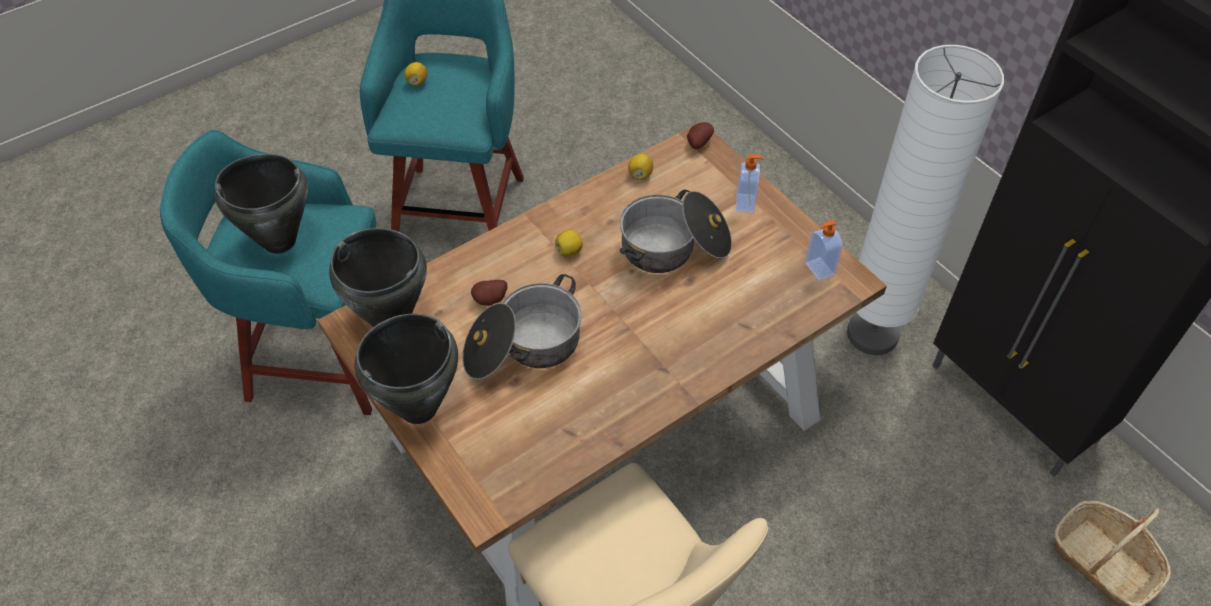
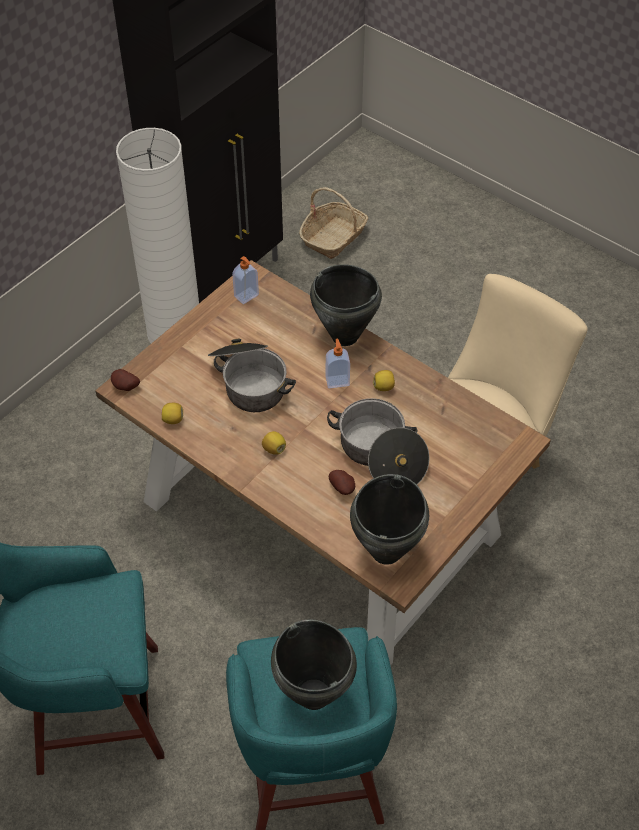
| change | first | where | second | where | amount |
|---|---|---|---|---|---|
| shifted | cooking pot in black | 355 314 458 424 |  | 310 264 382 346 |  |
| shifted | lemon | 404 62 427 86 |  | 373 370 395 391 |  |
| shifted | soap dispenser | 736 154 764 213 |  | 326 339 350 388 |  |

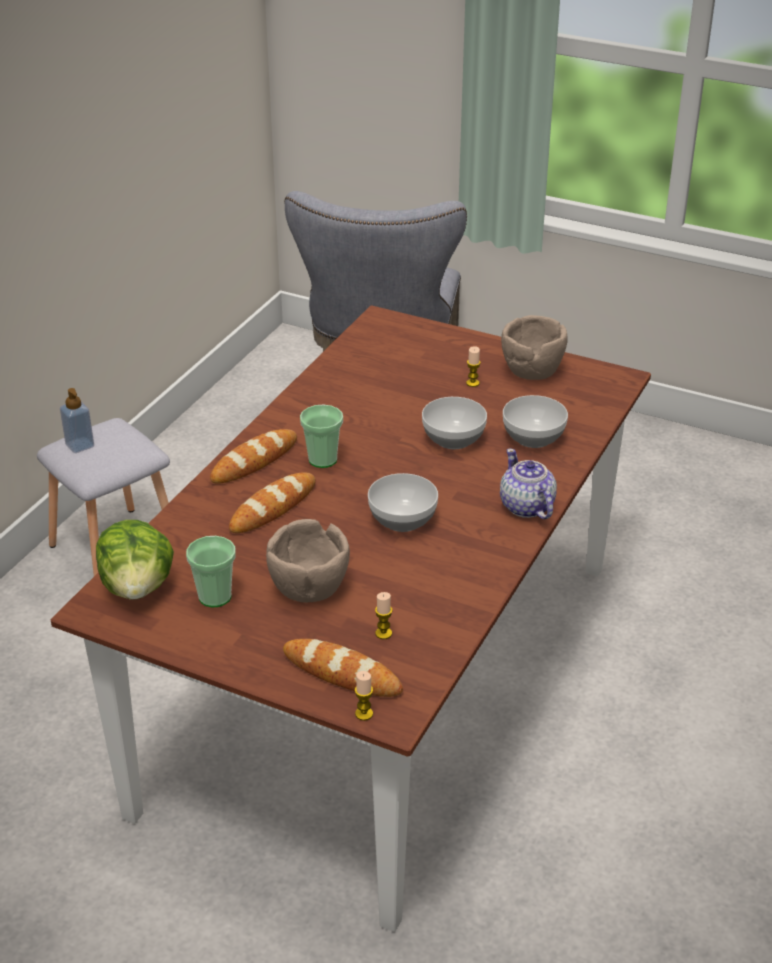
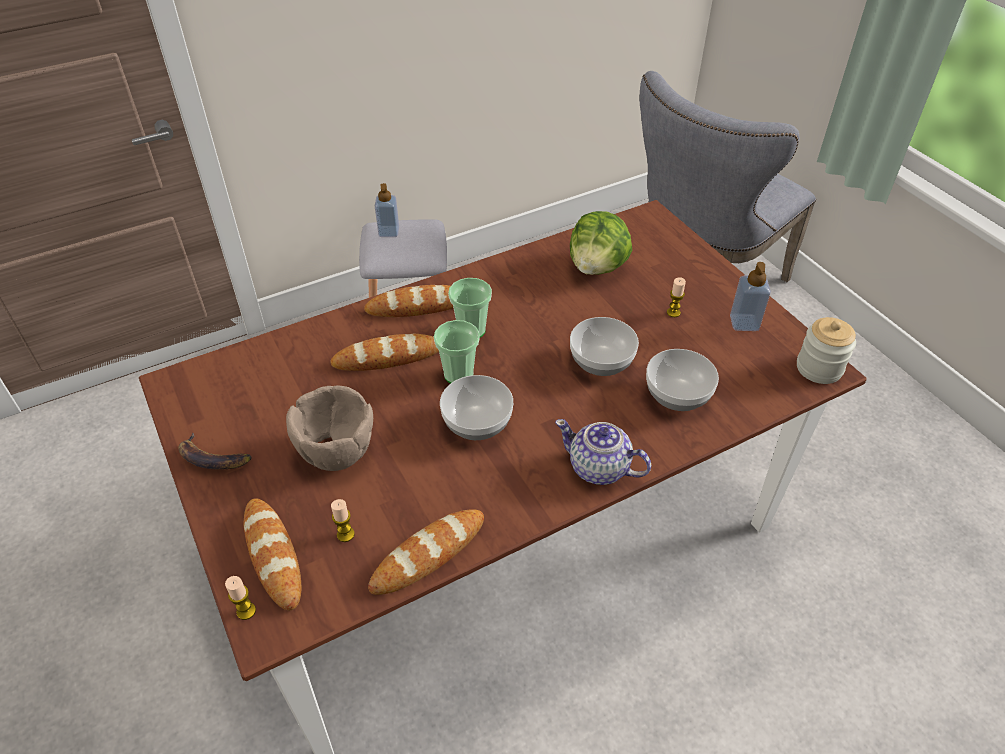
| change | first | where | second | where | amount |
|---|---|---|---|---|---|
| shifted | lettuce | 96 520 174 600 |  | 570 211 632 275 |  |
| shifted | cup | 186 536 236 607 |  | 434 320 480 383 |  |
| rotated | teapot | 500 449 557 519 |  | 555 419 651 485 | 75 degrees counterclockwise |
| swapped | bowl in brown | 501 315 568 380 | soap dispenser | 730 262 771 331 |  |
| new |  |  | banana | 178 432 251 470 |  |
| new |  |  | bread | 368 509 484 595 |  |
| new |  |  | jar | 797 317 856 384 |  |

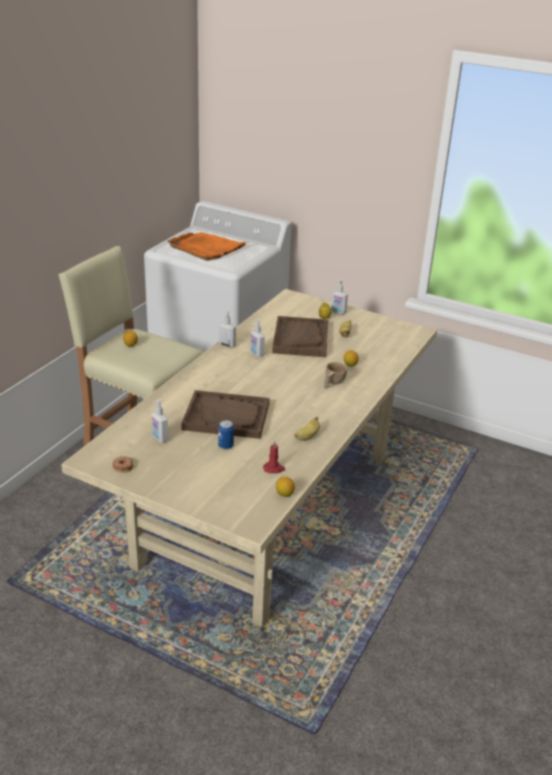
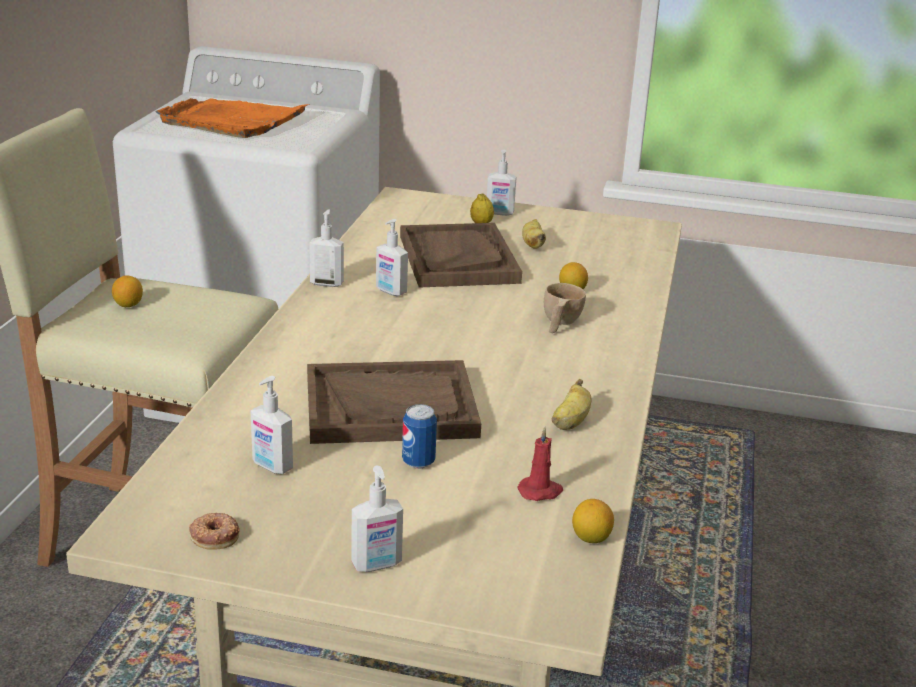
| change | first | where | second | where | amount |
|---|---|---|---|---|---|
| new |  |  | soap dispenser | 352 466 403 572 |  |

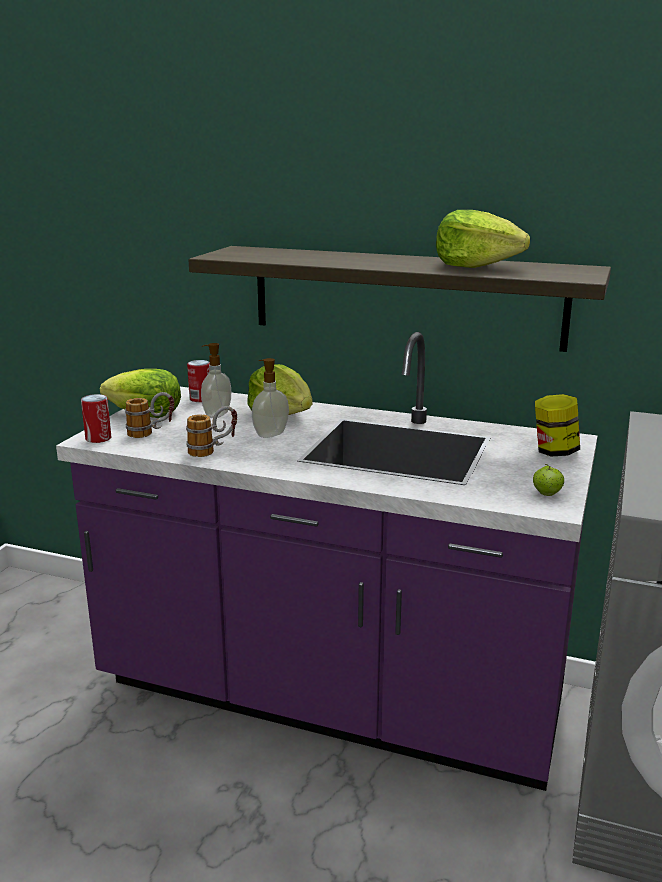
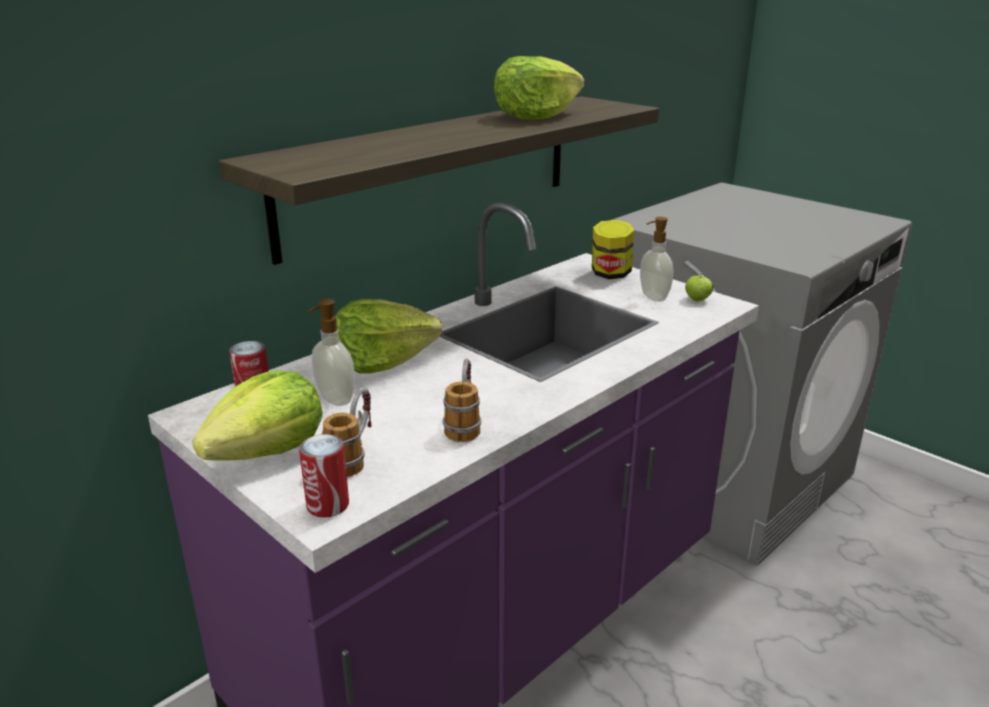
| change | first | where | second | where | amount |
|---|---|---|---|---|---|
| shifted | soap dispenser | 252 358 289 438 |  | 640 217 674 302 |  |

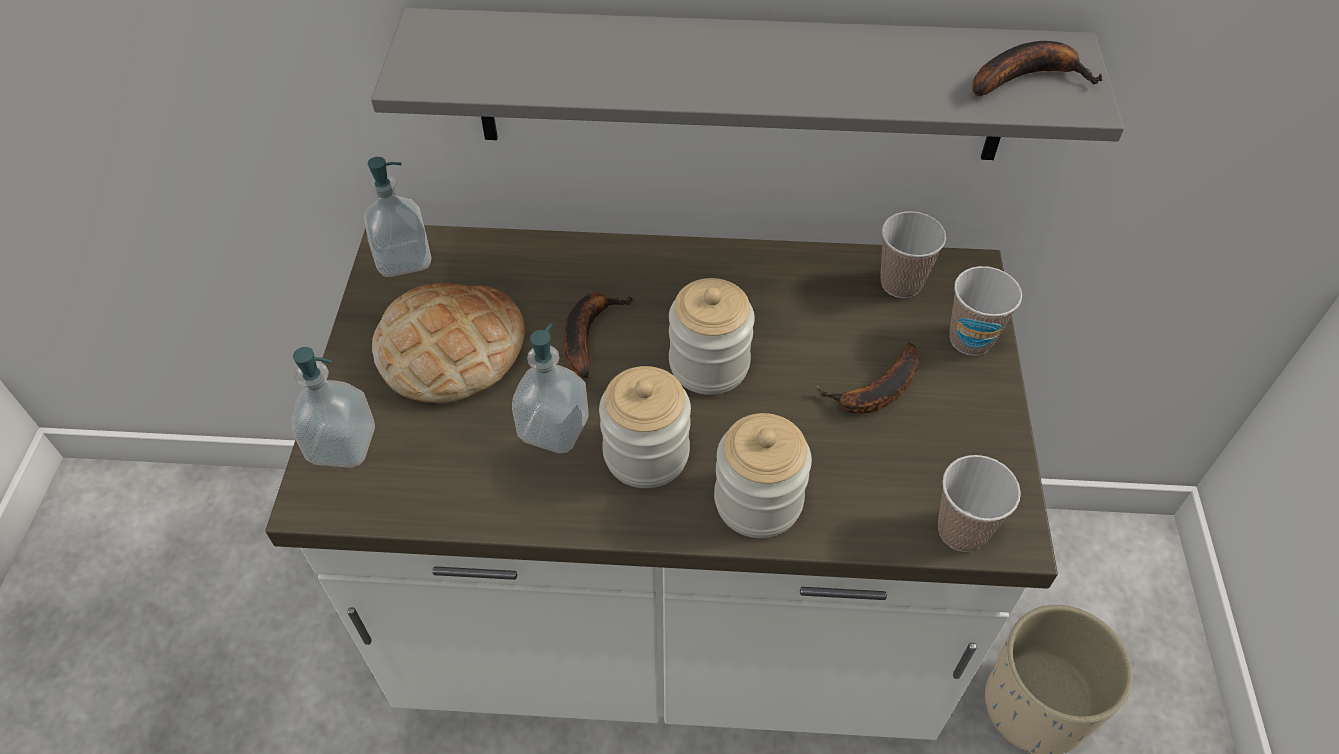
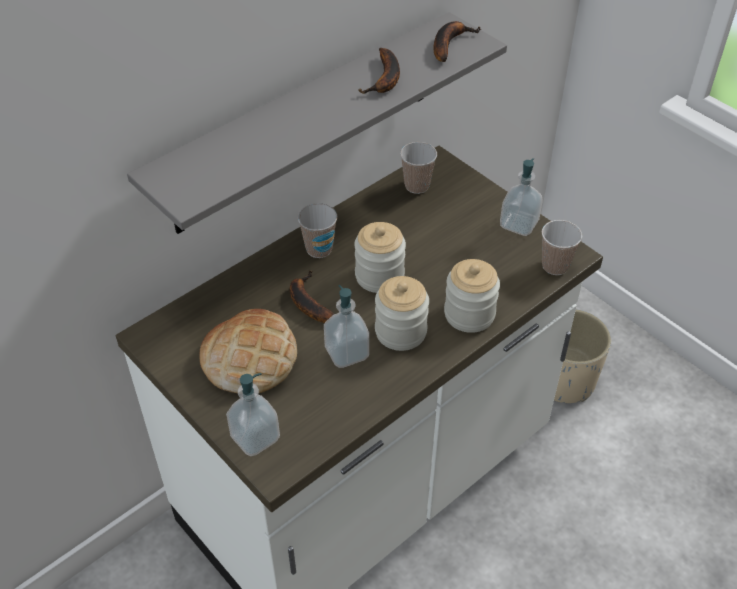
| change | first | where | second | where | amount |
|---|---|---|---|---|---|
| shifted | soap dispenser | 364 157 431 277 |  | 500 158 543 236 |  |
| shifted | banana | 816 343 919 414 |  | 358 48 400 94 |  |
| shifted | cup | 949 266 1022 356 |  | 298 203 337 258 |  |

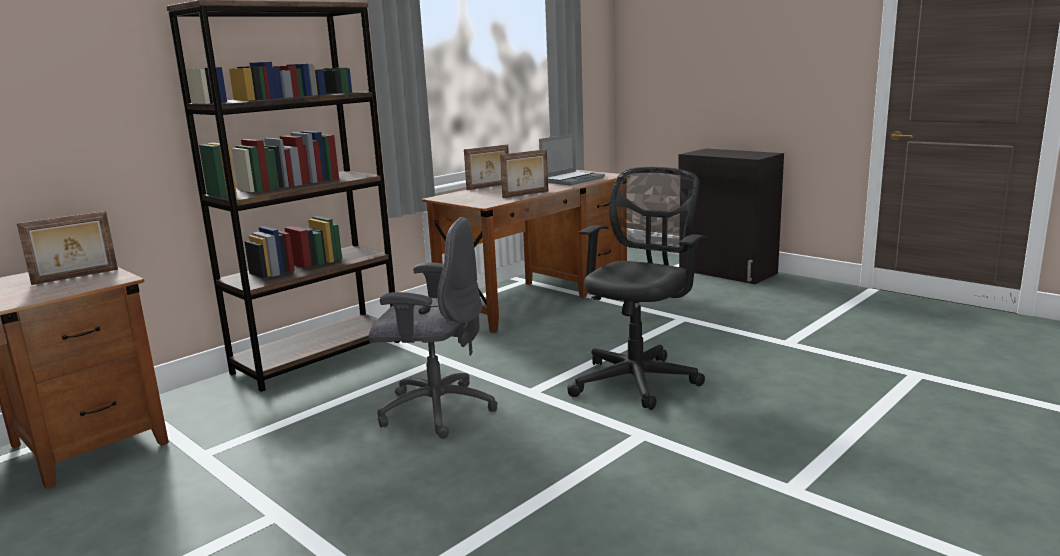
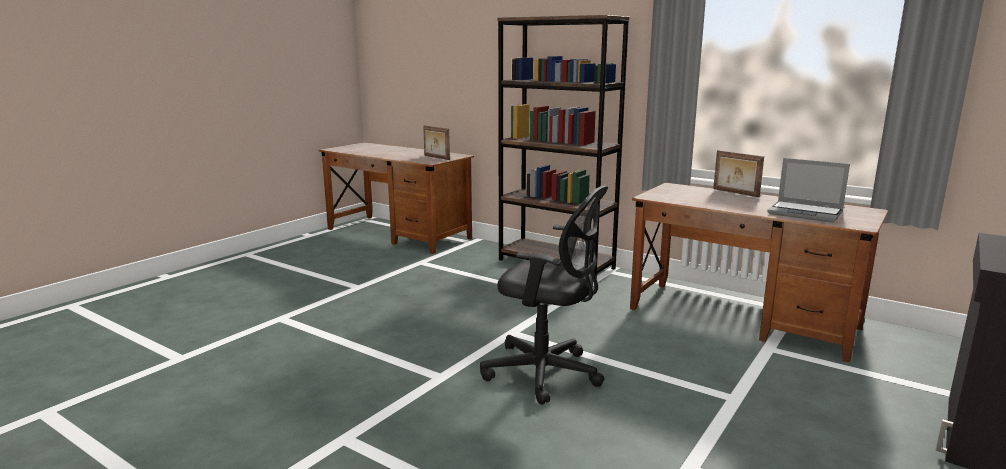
| change | first | where | second | where | amount |
|---|---|---|---|---|---|
| gone | office chair in grey | 369 217 497 439 |  |  |  |
| gone | picture frame | 500 149 548 198 |  |  |  |

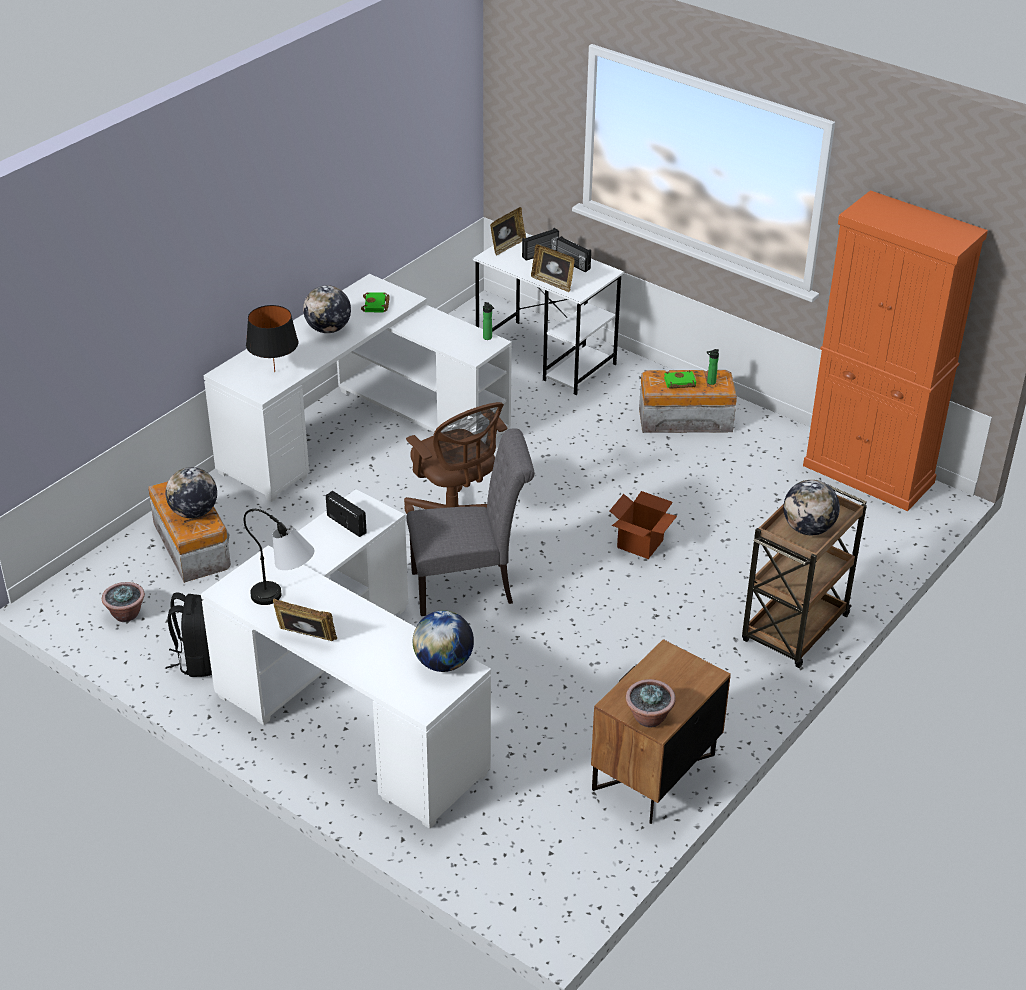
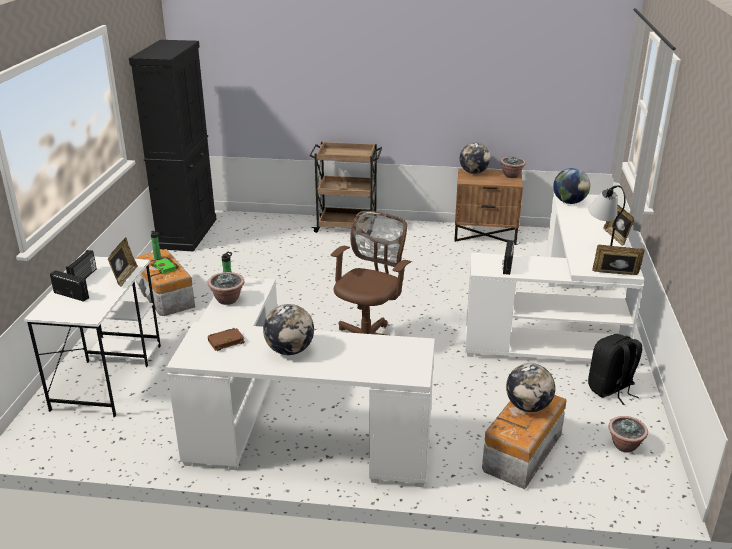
| change | first | where | second | where | amount |
|---|---|---|---|---|---|
| gone | table lamp in black | 246 305 298 372 |  |  |  |
| repainted | book in green | 361 292 390 312 | book in brown | 208 328 245 351 |  |
| gone | chair in grey | 407 428 535 616 |  |  |  |
| shifted | picture frame | 490 207 526 256 |  | 592 244 645 275 |  |
| gone | cardboard box | 609 491 677 559 |  |  |  |
| shifted | globe | 783 480 840 535 |  | 460 143 491 174 |  |
| repainted | cabinet in orange | 803 190 988 511 | cabinet in black | 129 40 217 251 |  |
| new |  |  | potted plant | 208 272 244 305 |  |

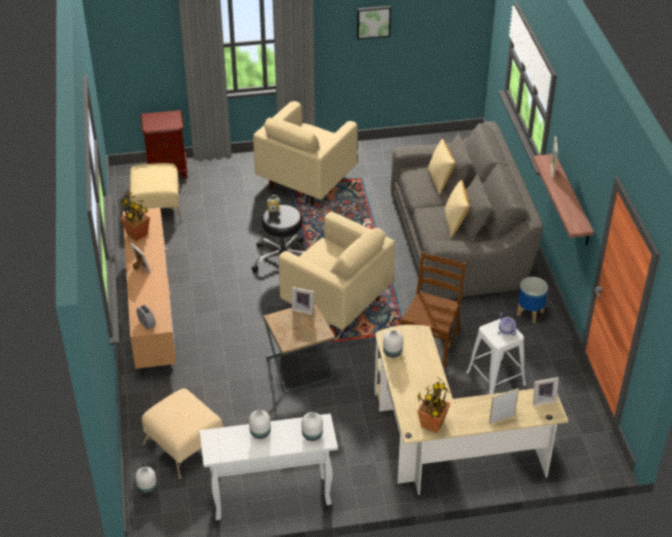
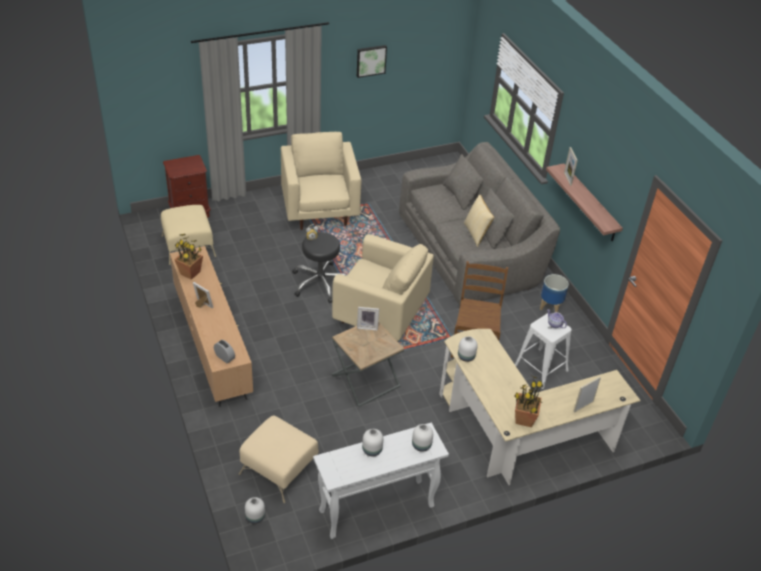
| change | first | where | second | where | amount |
|---|---|---|---|---|---|
| rotated | armchair in beige | 253 101 358 205 |  | 281 132 361 230 | 150 degrees clockwise |
| gone | pillow | 427 139 456 195 |  |  |  |
| gone | picture frame | 533 377 559 406 |  |  |  |

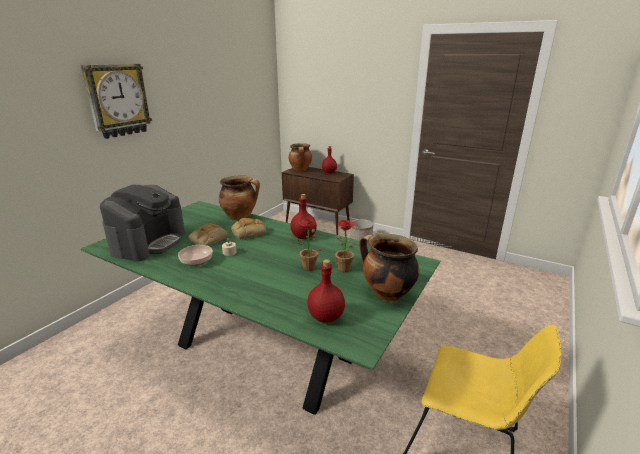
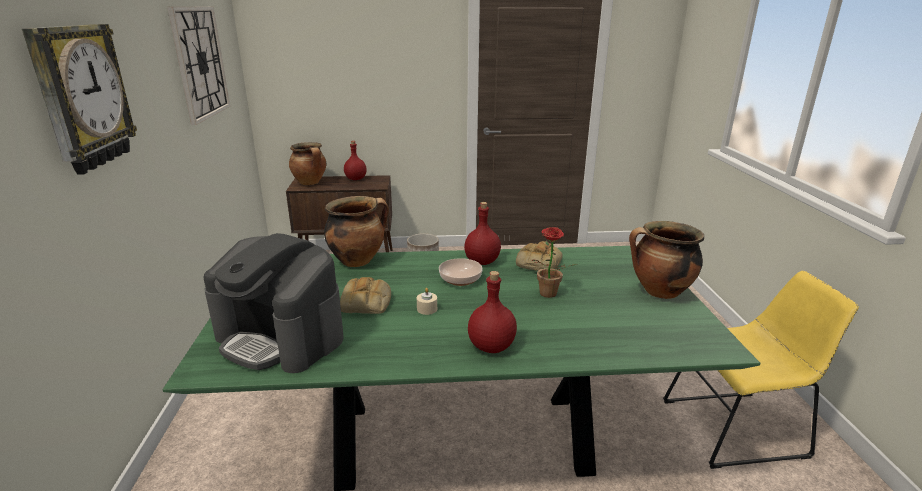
| change | first | where | second | where | amount |
|---|---|---|---|---|---|
| rotated | coffee machine | 100 185 185 262 |  | 204 233 344 373 | 135 degrees clockwise |
| shifted | bowl | 178 245 213 266 |  | 439 258 482 286 |  |
| shifted | bread | 231 218 266 240 |  | 516 241 563 271 |  |
| shifted | bottle in red | 307 259 345 323 |  | 468 271 517 353 |  |
| gone | potted plant | 334 220 360 272 |  |  |  |
| new |  |  | wall clock | 167 7 231 125 |  |

